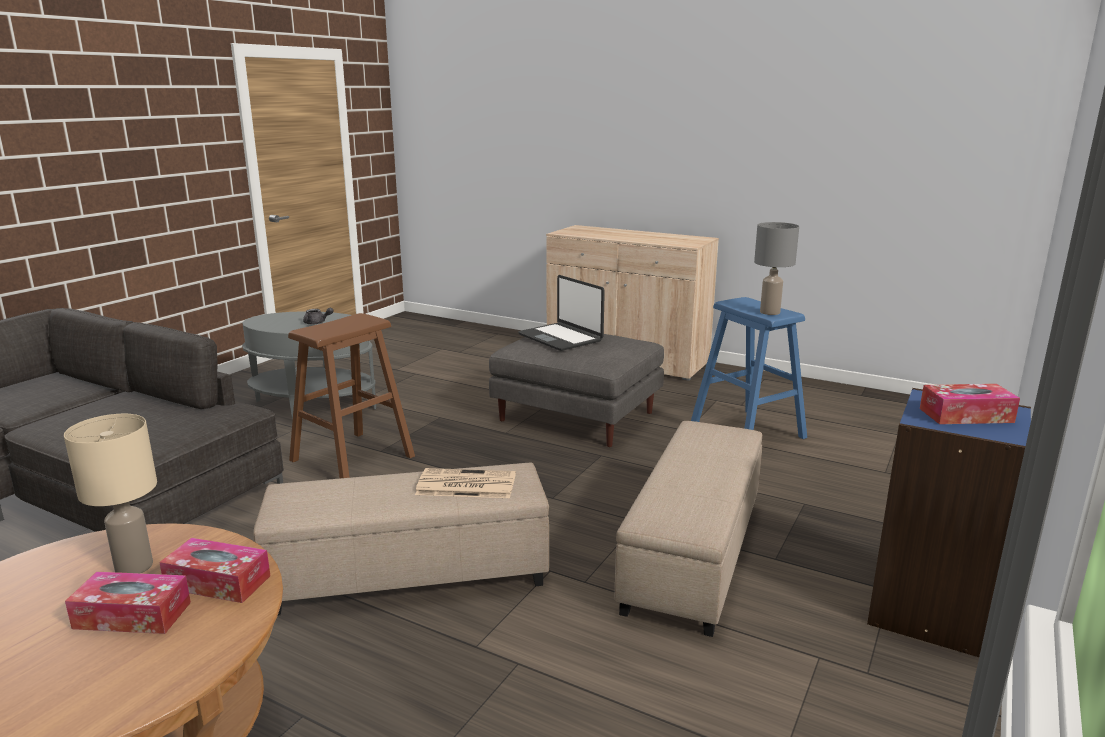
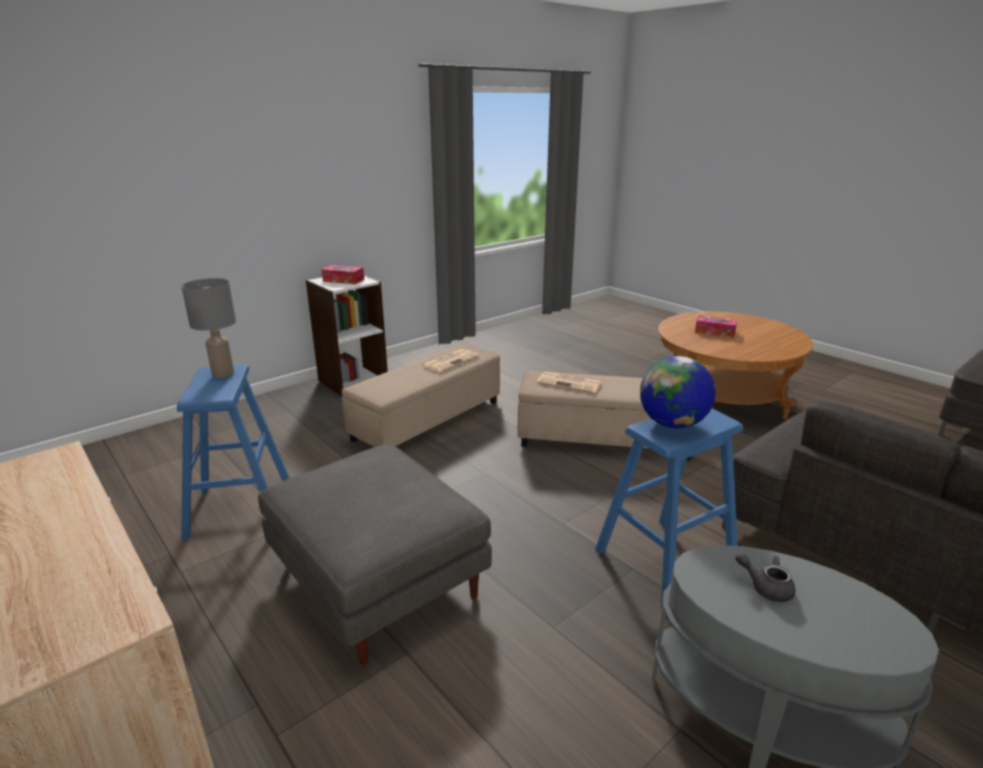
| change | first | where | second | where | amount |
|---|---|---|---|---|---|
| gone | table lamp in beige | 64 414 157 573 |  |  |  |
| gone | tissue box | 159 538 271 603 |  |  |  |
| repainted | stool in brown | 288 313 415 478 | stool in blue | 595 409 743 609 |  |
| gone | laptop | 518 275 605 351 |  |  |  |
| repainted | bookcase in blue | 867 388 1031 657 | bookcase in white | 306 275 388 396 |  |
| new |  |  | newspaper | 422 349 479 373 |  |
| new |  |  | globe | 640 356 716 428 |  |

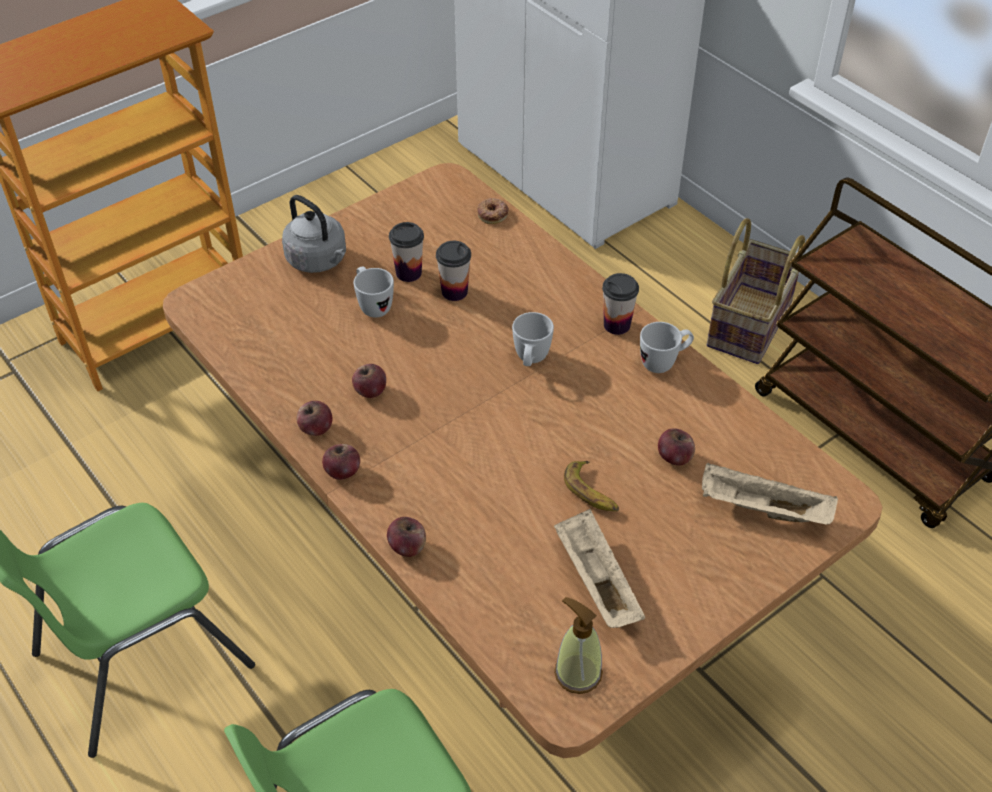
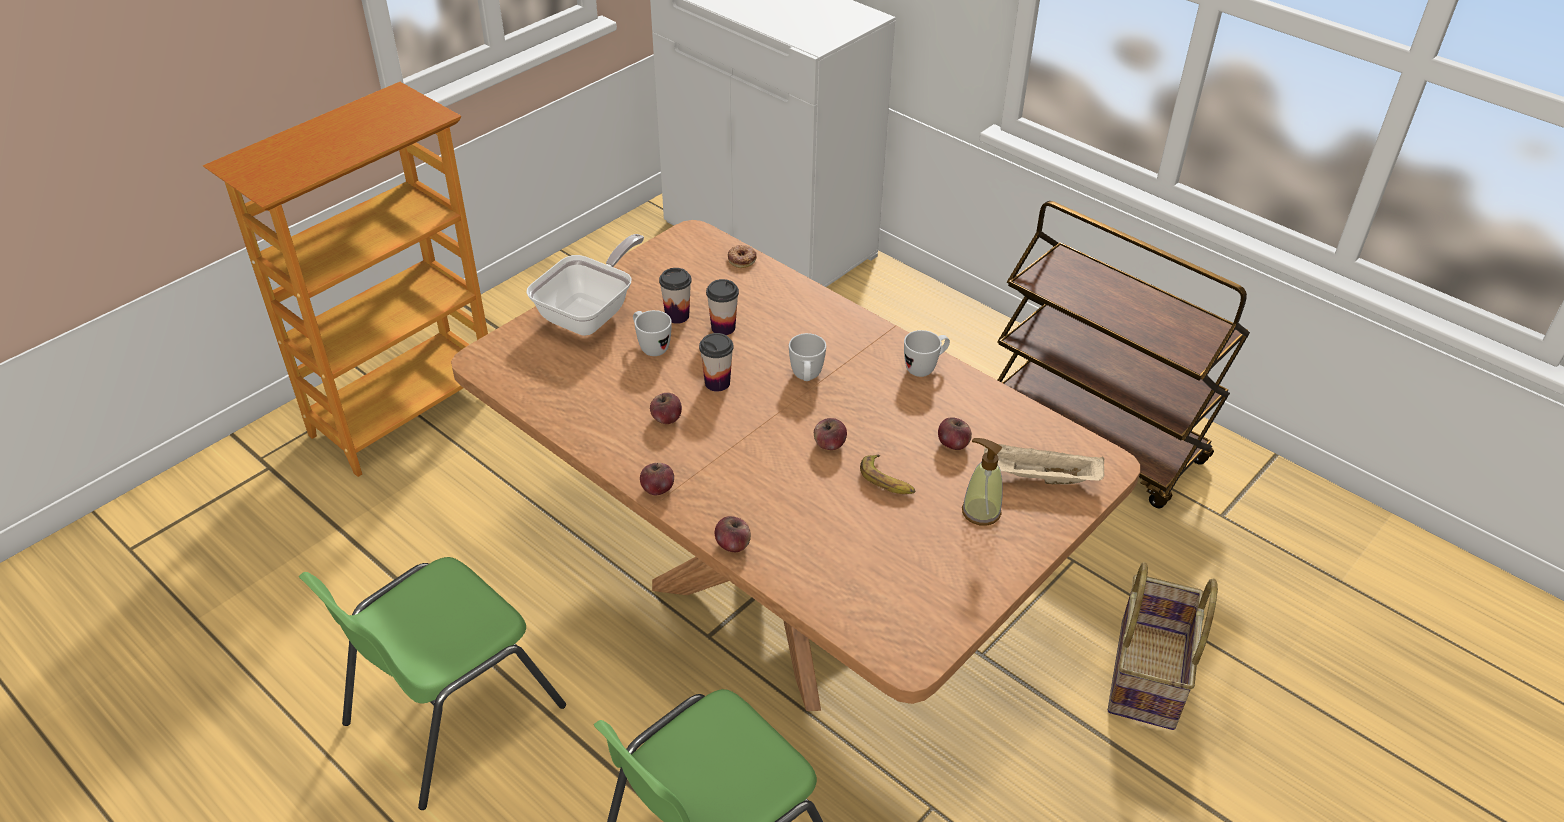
| change | first | where | second | where | amount |
|---|---|---|---|---|---|
| swapped | kettle in grey | 282 195 346 273 | frying pan | 526 234 644 336 |  |
| shifted | apple | 297 401 332 436 |  | 814 418 847 450 |  |
| gone | tray in beige | 554 509 645 628 |  |  |  |
| shifted | soap dispenser | 554 597 603 694 |  | 962 438 1003 526 |  |
| shifted | cup | 602 273 639 335 |  | 699 333 734 392 |  |
| shifted | basket | 707 218 805 364 |  | 1108 562 1218 730 |  |

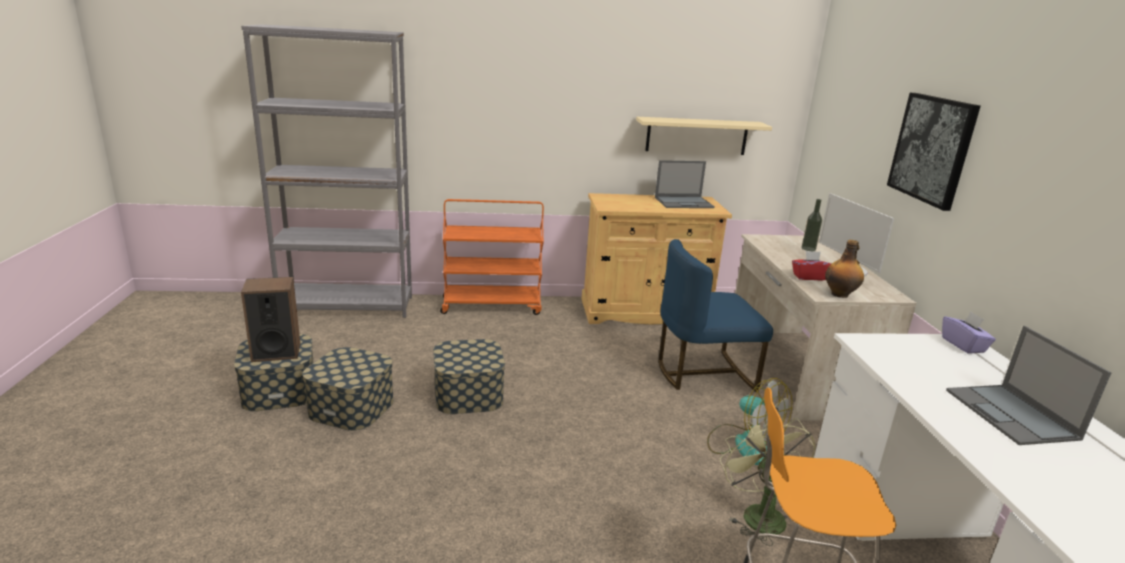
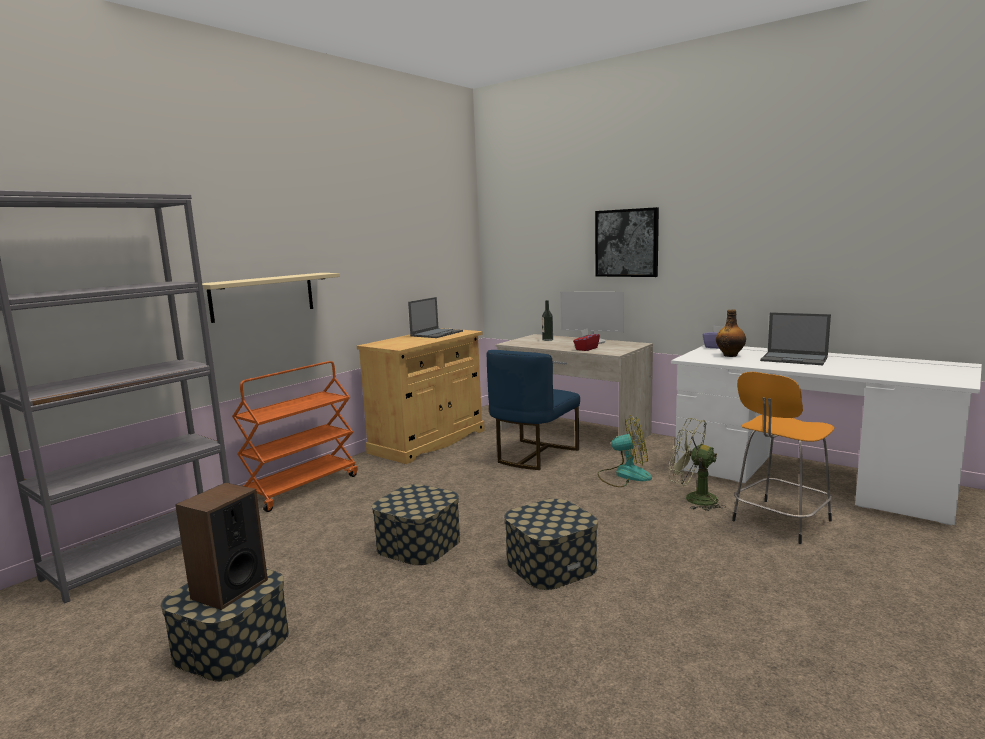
| change | first | where | second | where | amount |
|---|---|---|---|---|---|
| shifted | storage box | 302 347 394 431 |  | 504 499 598 590 |  |
| shifted | shelf in beige | 636 117 772 155 |  | 202 273 340 323 |  |
| shifted | bottle | 825 240 864 298 |  | 716 310 746 357 |  |

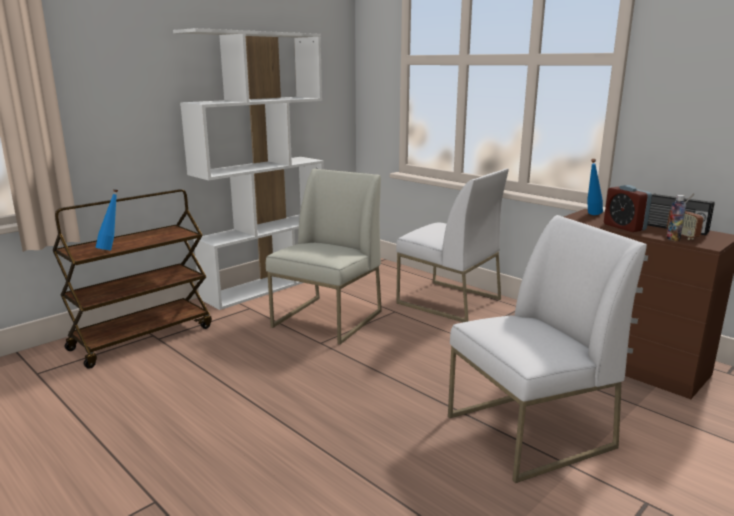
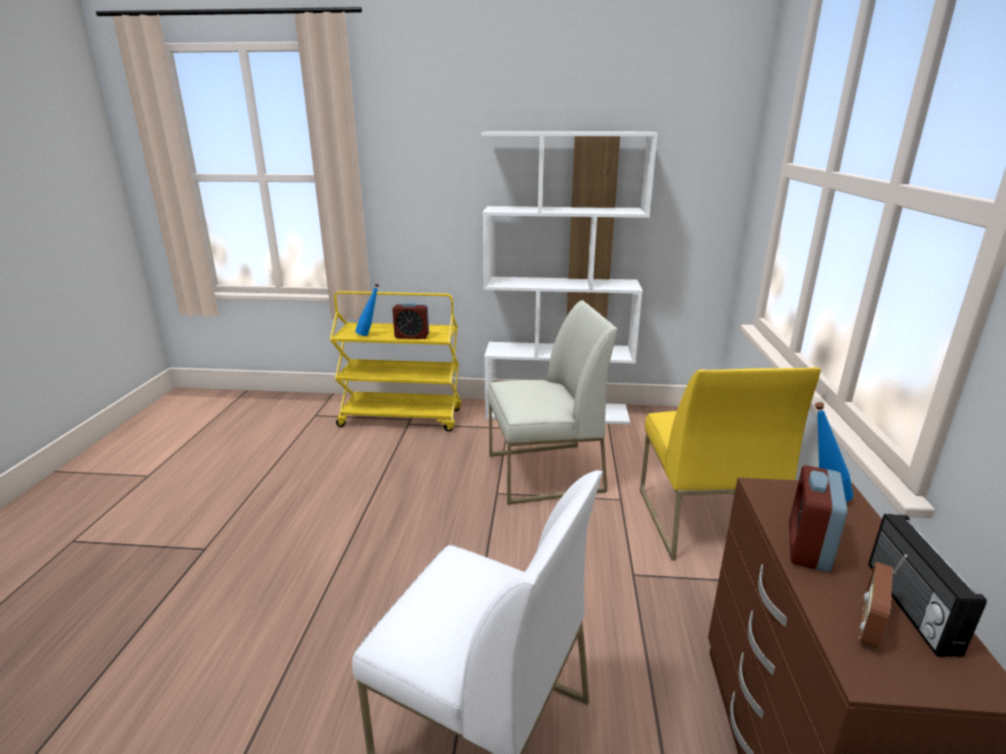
| change | first | where | second | where | amount |
|---|---|---|---|---|---|
| repainted | cart in brown | 53 189 212 369 | cart in yellow | 330 291 462 432 |  |
| repainted | chair in white | 396 168 509 322 | chair in yellow | 640 367 821 560 |  |
| gone | bottle | 666 195 686 241 |  |  |  |
| new |  |  | alarm clock | 392 302 429 339 |  |

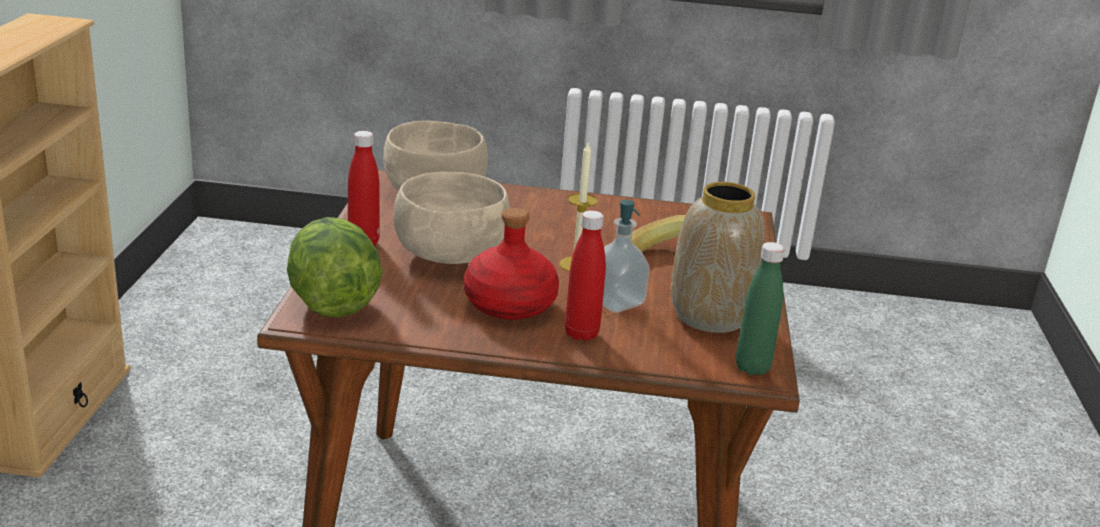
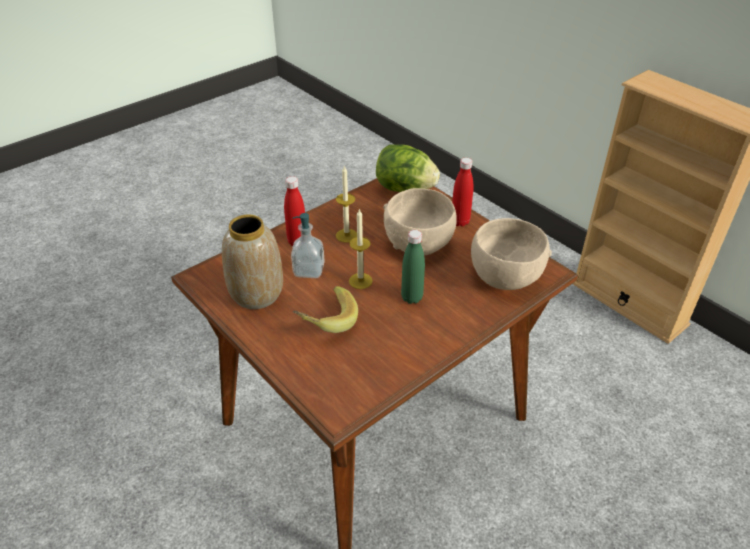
| change | first | where | second | where | amount |
|---|---|---|---|---|---|
| swapped | bottle in red | 464 208 559 320 | candle | 336 165 357 243 |  |
| shifted | bottle in green | 736 242 785 375 |  | 401 230 425 304 |  |

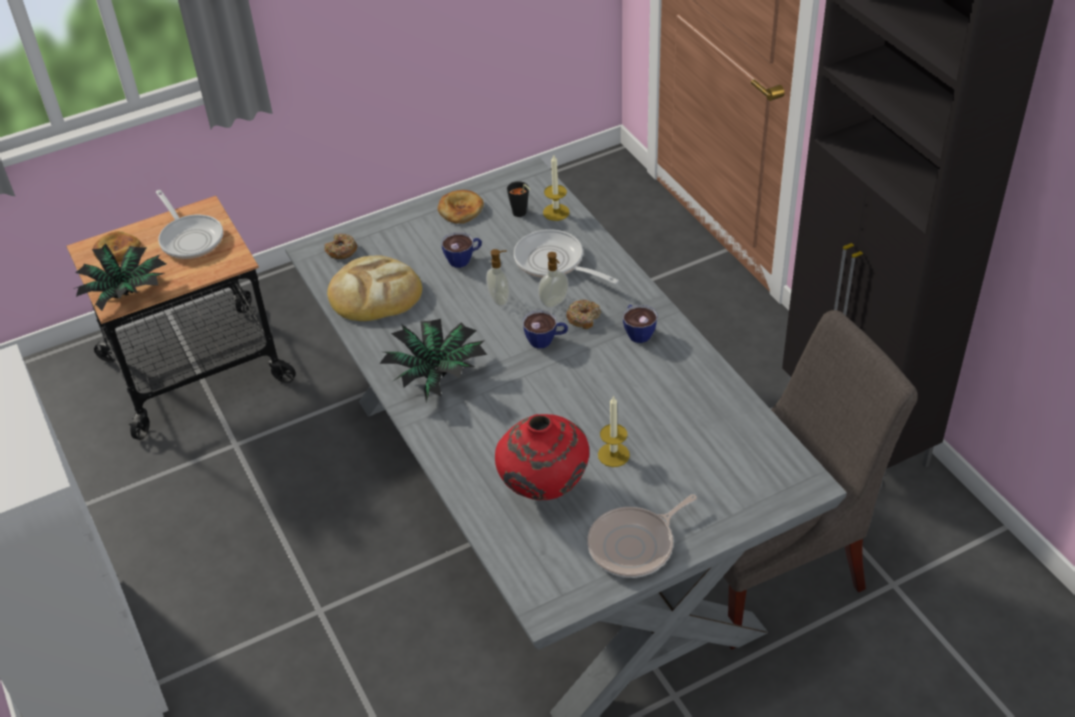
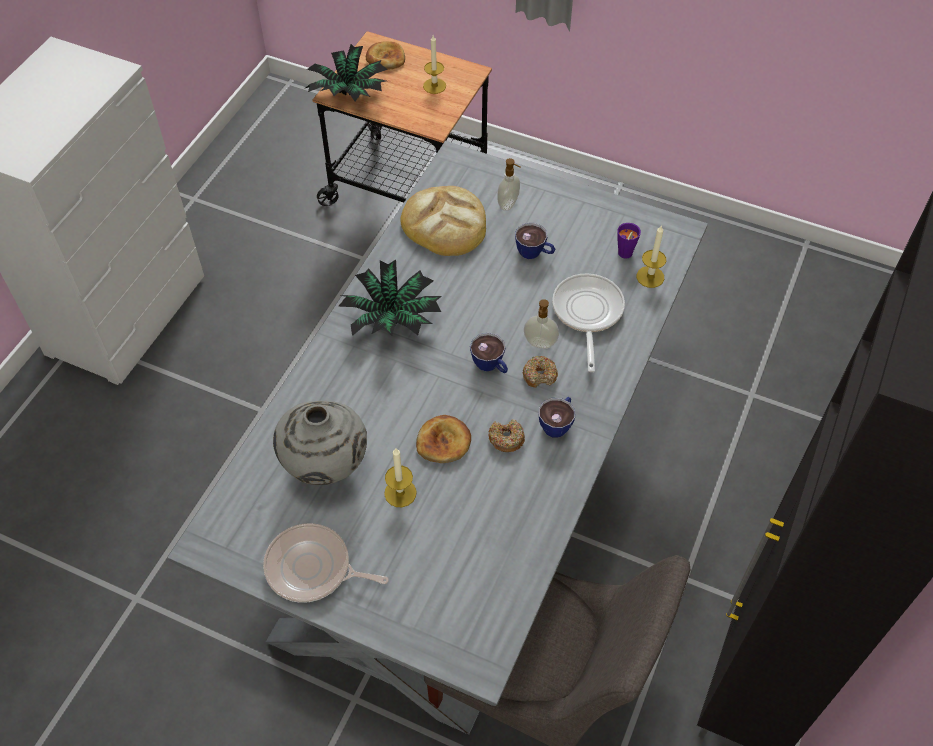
| change | first | where | second | where | amount |
|---|---|---|---|---|---|
| swapped | frying pan | 156 190 223 259 | candle | 423 35 446 94 |  |
| shifted | donut | 324 234 357 259 |  | 488 419 525 452 |  |
| shifted | bread | 438 190 484 224 |  | 416 415 471 463 |  |
| shifted | soap dispenser | 486 249 509 306 |  | 497 158 520 211 |  |
| repainted | vase in red | 495 414 589 500 | vase in grey | 273 401 367 485 |  |
| repainted | cup in black | 507 181 530 217 | cup in purple | 617 223 641 259 |  |

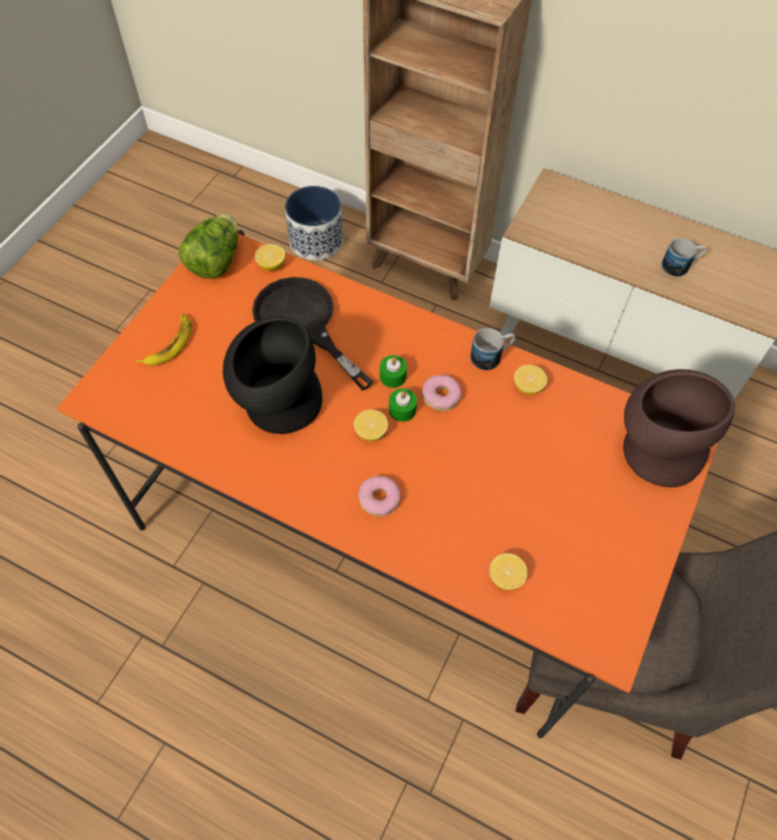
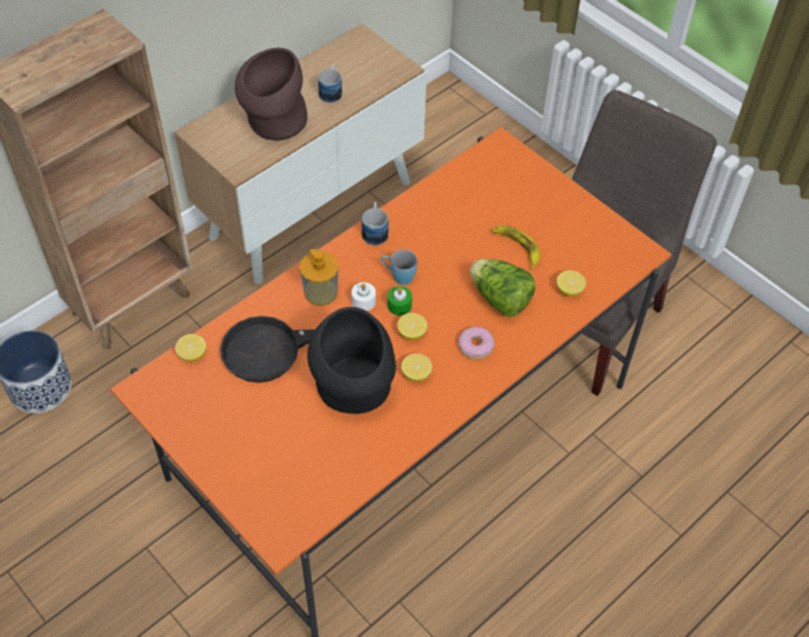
| change | first | where | second | where | amount |
|---|---|---|---|---|---|
| shifted | banana | 136 314 192 366 |  | 492 225 540 269 |  |
| shifted | lettuce | 178 214 238 279 |  | 470 259 536 317 |  |
| repainted | candle in green | 380 355 407 388 | candle in white | 351 282 376 311 |  |
| swapped | donut | 422 375 462 411 | mug in blue | 381 250 417 285 |  |
| shifted | lemon | 514 365 547 395 |  | 401 354 432 382 |  |
| shifted | vase in brown | 623 369 735 487 |  | 235 48 308 141 |  |
| new |  |  | soap dispenser | 300 249 339 306 |  |

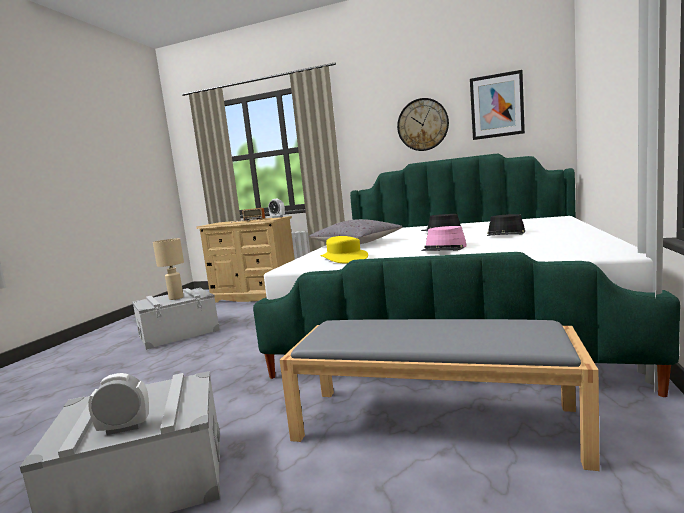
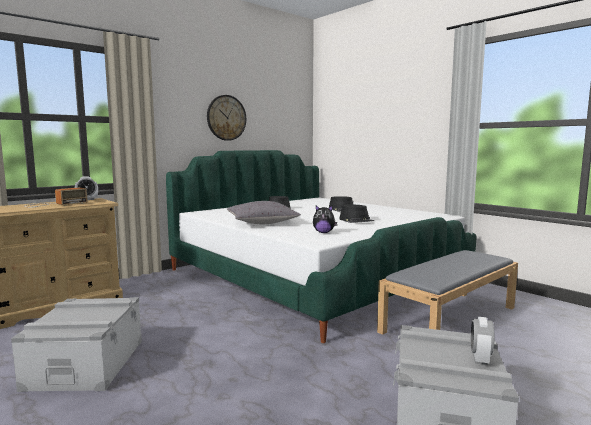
| change | first | where | second | where | amount |
|---|---|---|---|---|---|
| gone | table lamp in beige | 153 238 184 300 |  |  |  |
| swapped | hat in yellow | 320 236 368 264 | plush toy | 313 206 337 233 |  |
| repainted | hat in pink | 422 226 467 251 | hat in black | 339 205 374 223 |  |
| gone | picture | 470 70 525 140 |  |  |  |

